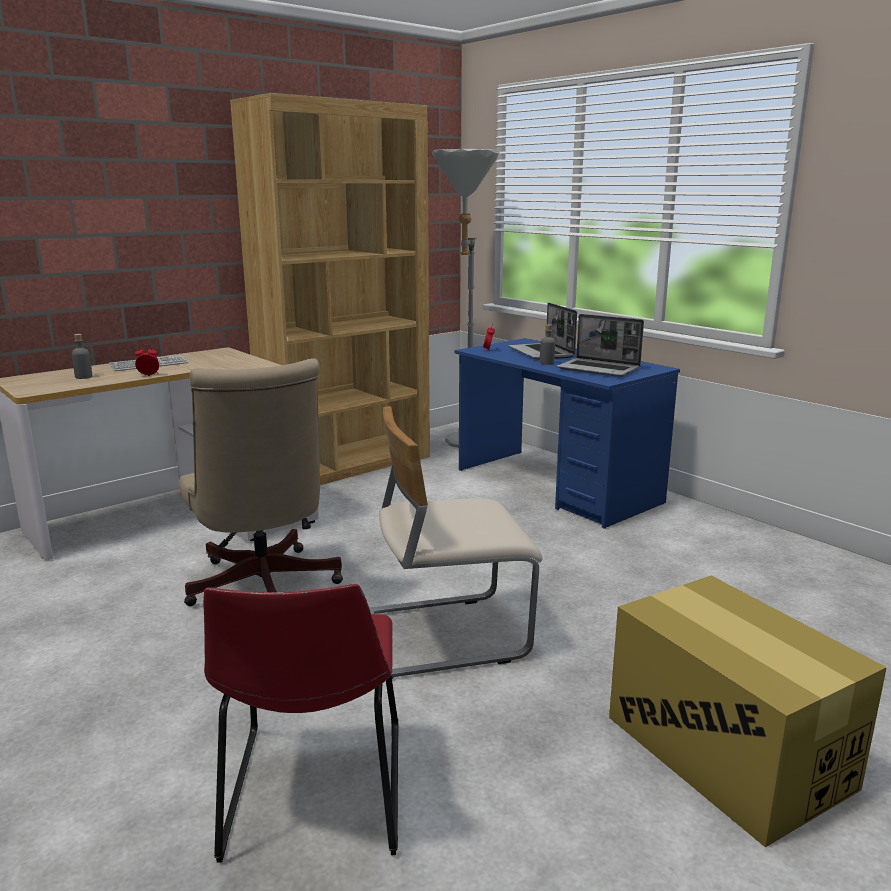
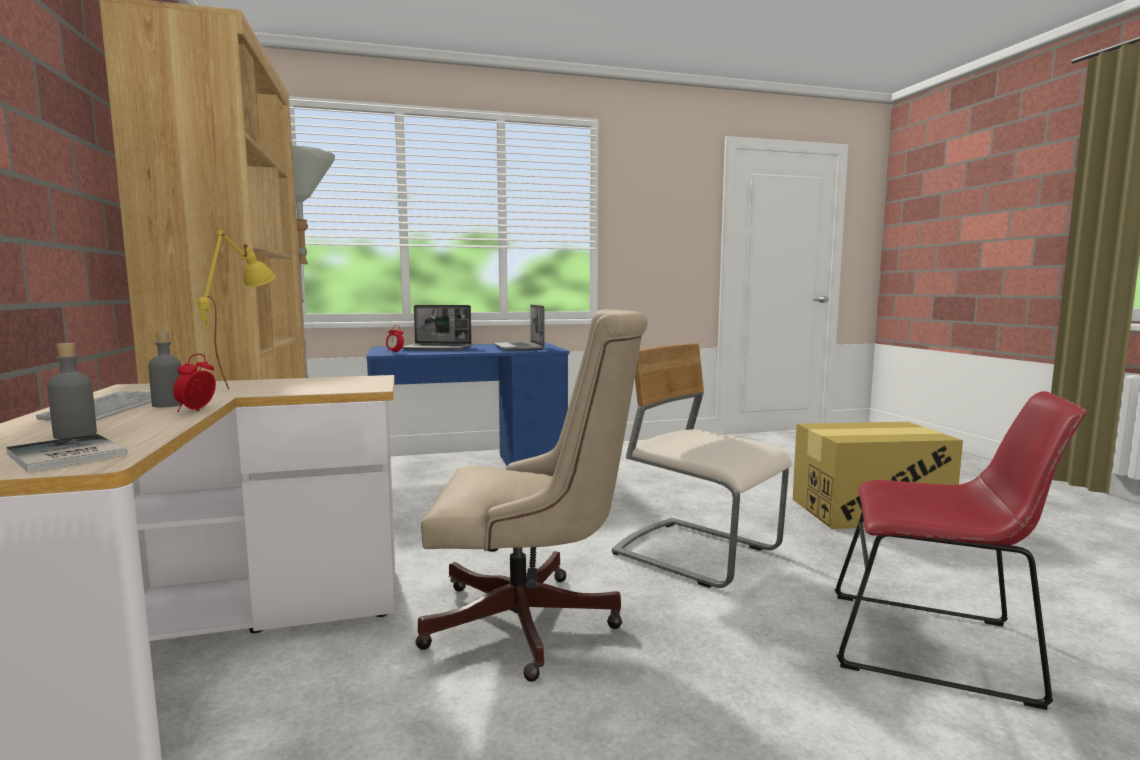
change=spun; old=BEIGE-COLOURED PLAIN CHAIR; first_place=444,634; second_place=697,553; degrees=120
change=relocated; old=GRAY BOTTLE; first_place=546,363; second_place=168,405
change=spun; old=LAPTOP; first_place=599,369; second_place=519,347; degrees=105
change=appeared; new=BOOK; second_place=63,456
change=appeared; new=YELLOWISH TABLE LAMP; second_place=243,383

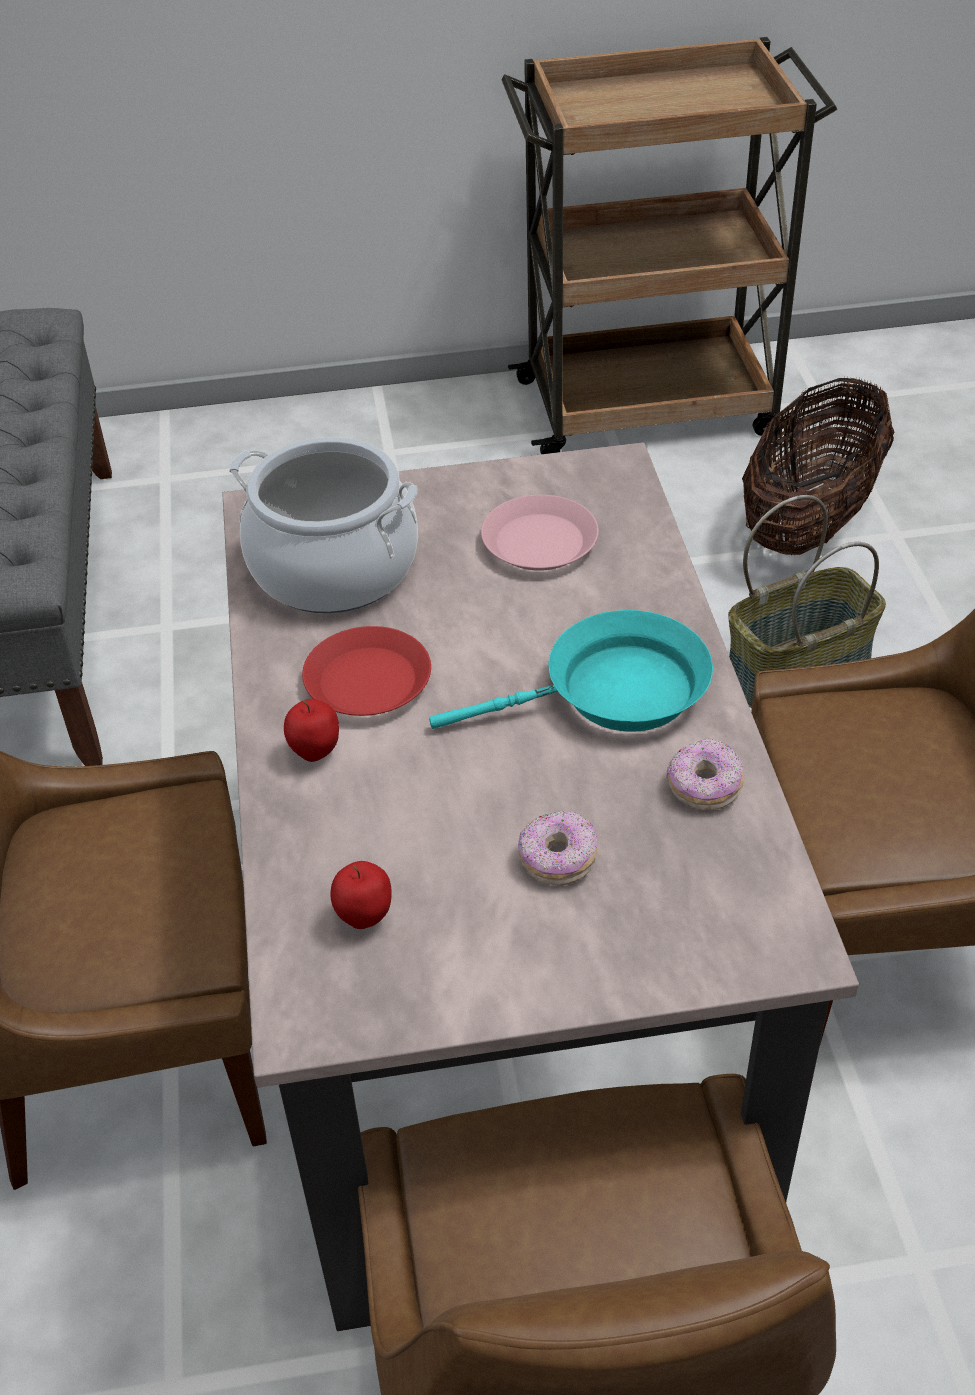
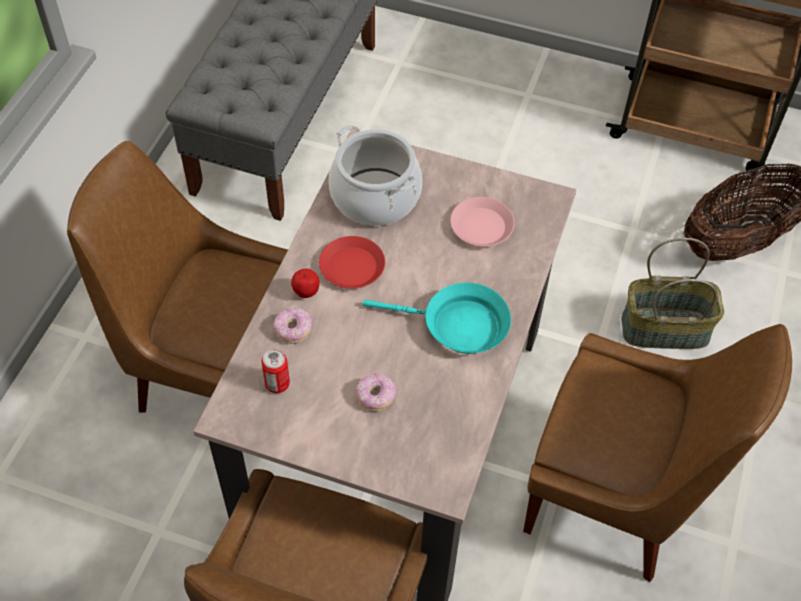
change=exchanged; old=WHOLE APPLE; new=METAL CAN; first_place=364,919; second_place=277,384
change=relocated; old=DOUGHNUT; first_place=704,787; second_place=293,330

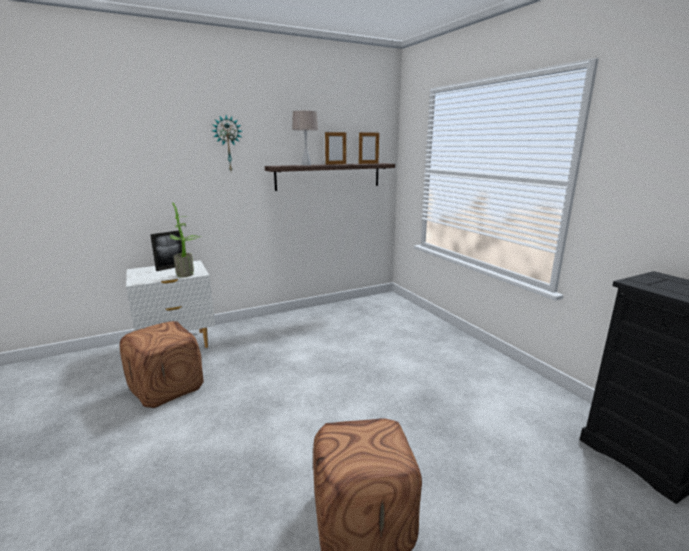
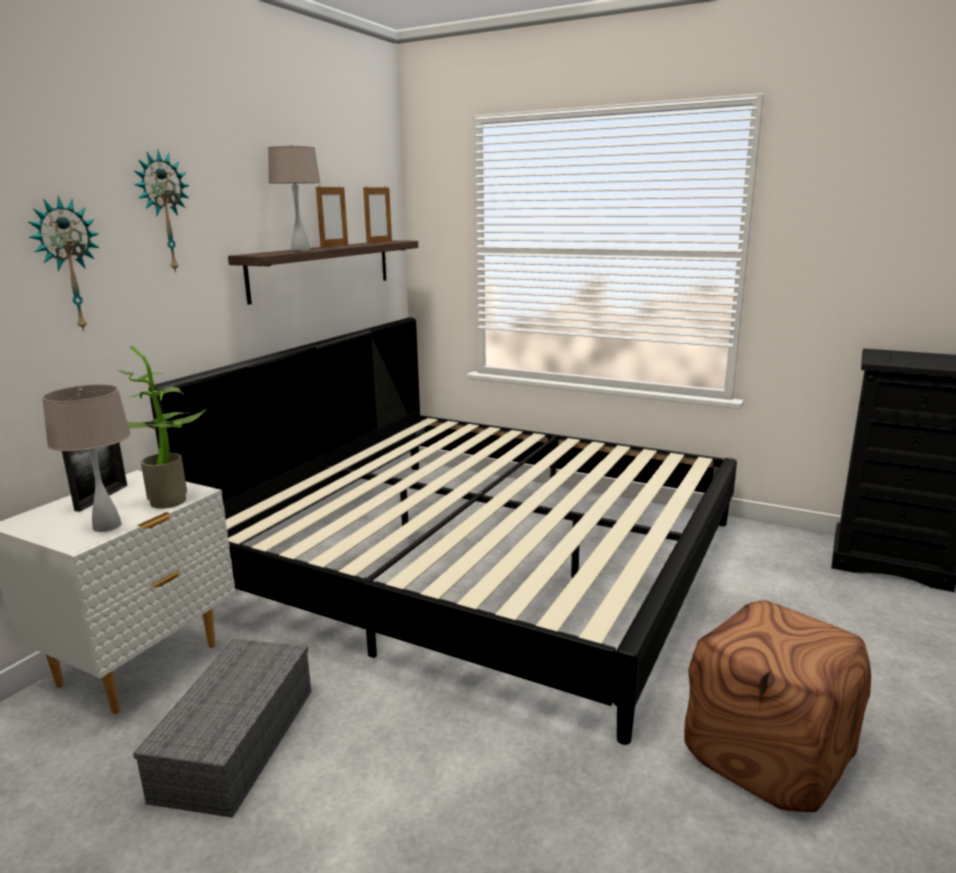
change=exchanged; old=BROWN POUFFE; new=GRAY STORAGE CONTAINER; first_place=166,388; second_place=237,744
change=appeared; new=HANGING CLOCK; second_place=67,265
change=appeared; new=BEIGE-COLOURED TABLE LAMP; second_place=106,526
change=appeared; new=SLEEPING BED; second_place=482,557

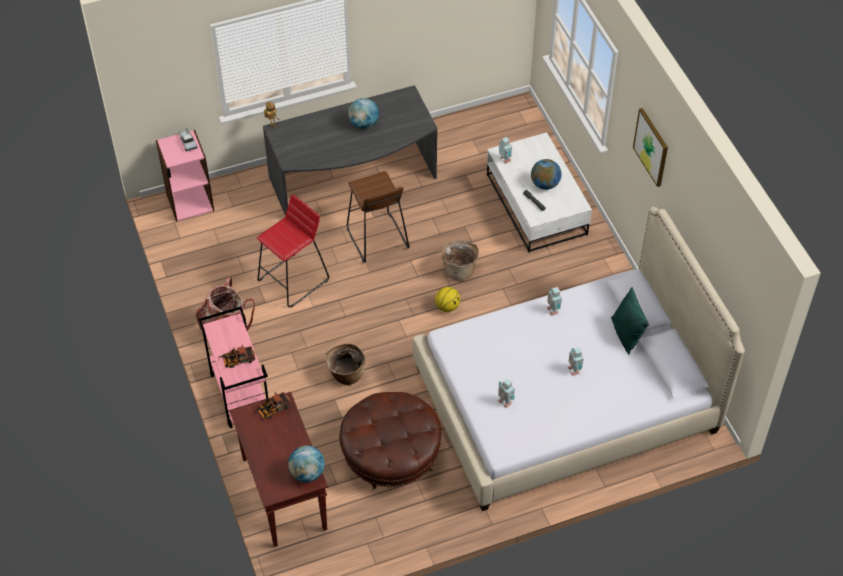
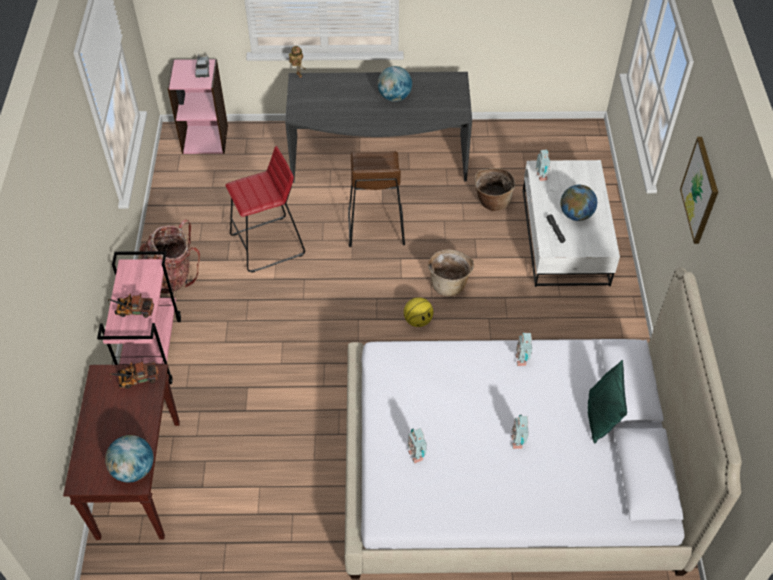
change=relocated; old=STORAGE BASKET; first_place=345,374; second_place=492,201
change=missing; old=BROWN POUFFE; first_place=391,455

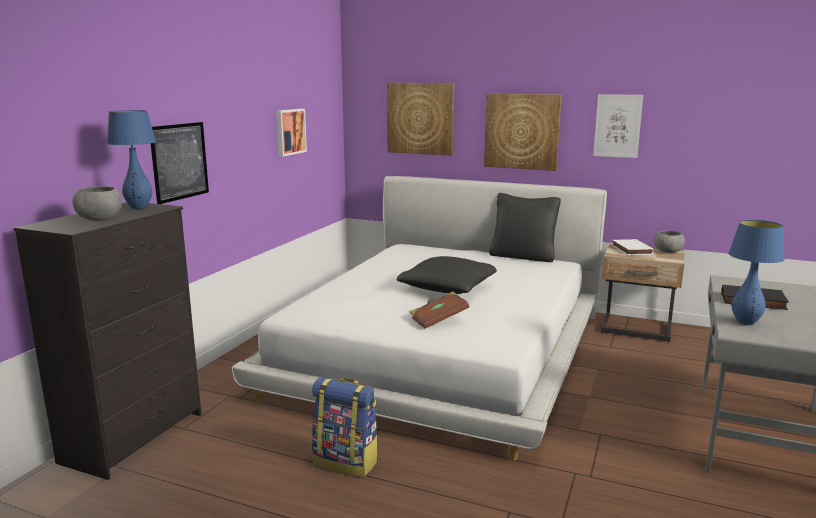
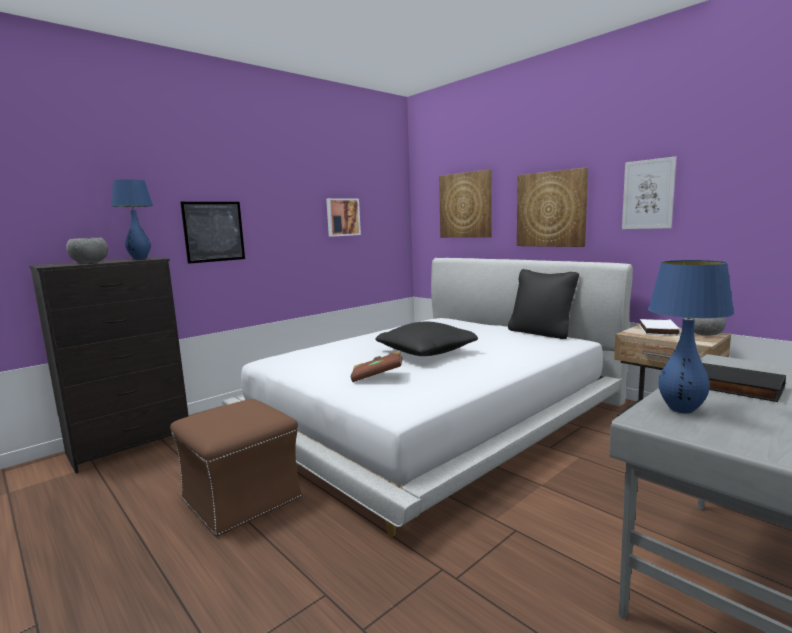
change=exchanged; old=RUCKSACK; new=BROWN POUFFE; first_place=346,462; second_place=242,499

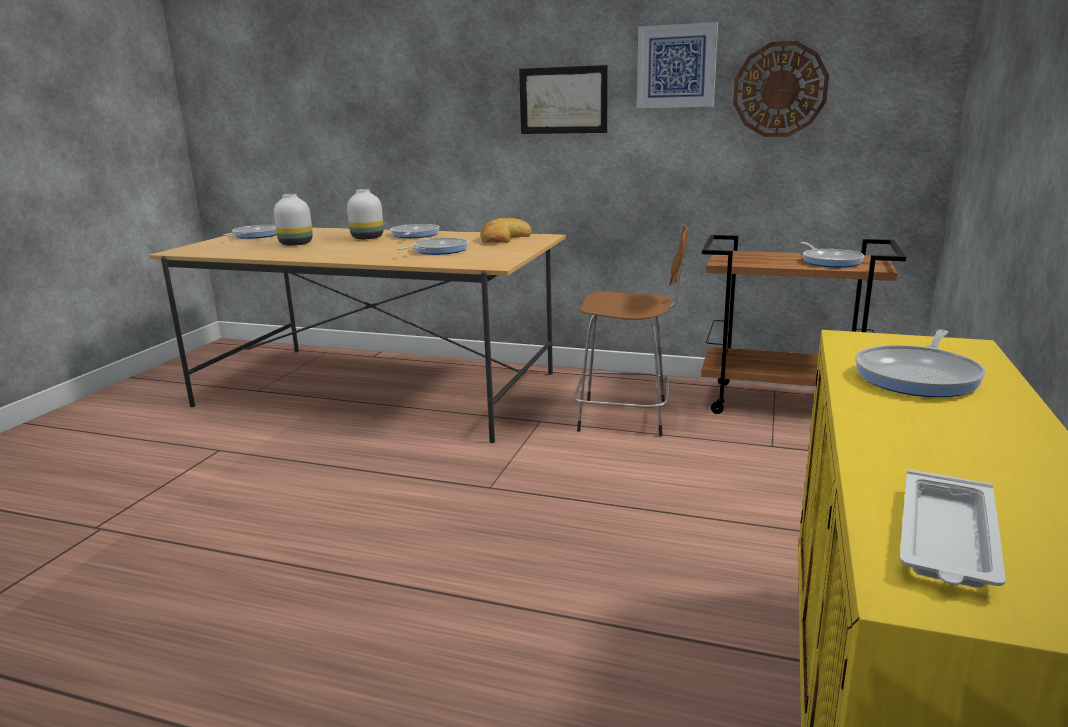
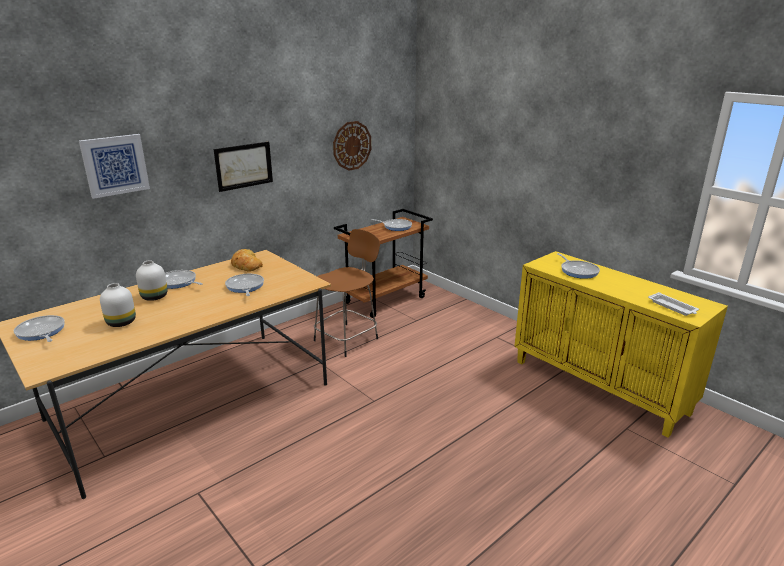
change=relocated; old=PICTURE; first_place=676,66; second_place=115,165

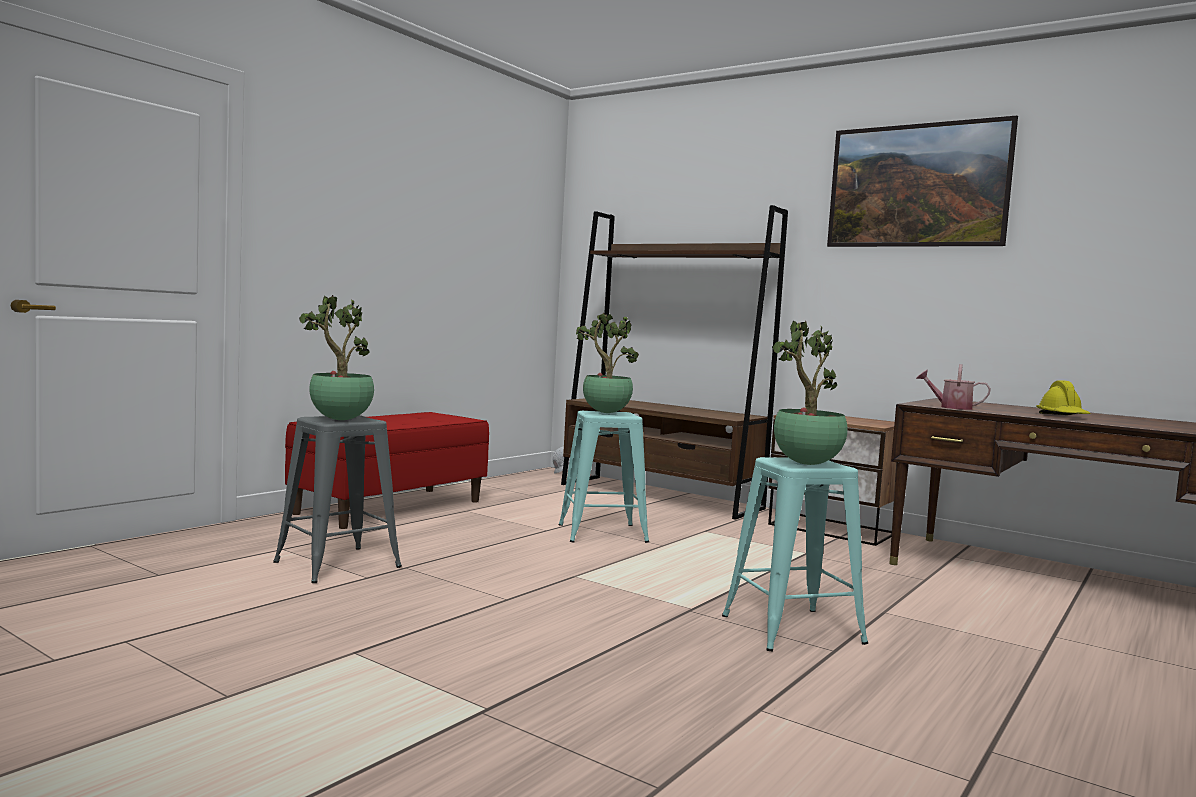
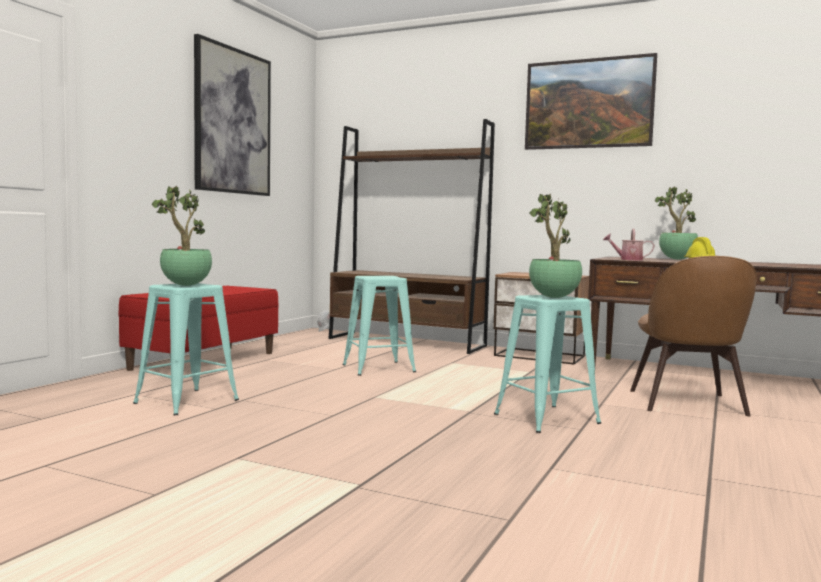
change=colour; old=GRAY STOOL; new=TURQUOISE-COLOURED STOOL; first_place=337,565; second_place=186,402
change=relocated; old=PLANT IN A POT; first_place=605,412; second_place=676,259
change=appeared; new=PICTURE; second_place=232,121
change=appeared; new=BROWN PLAIN CHAIR; second_place=687,404

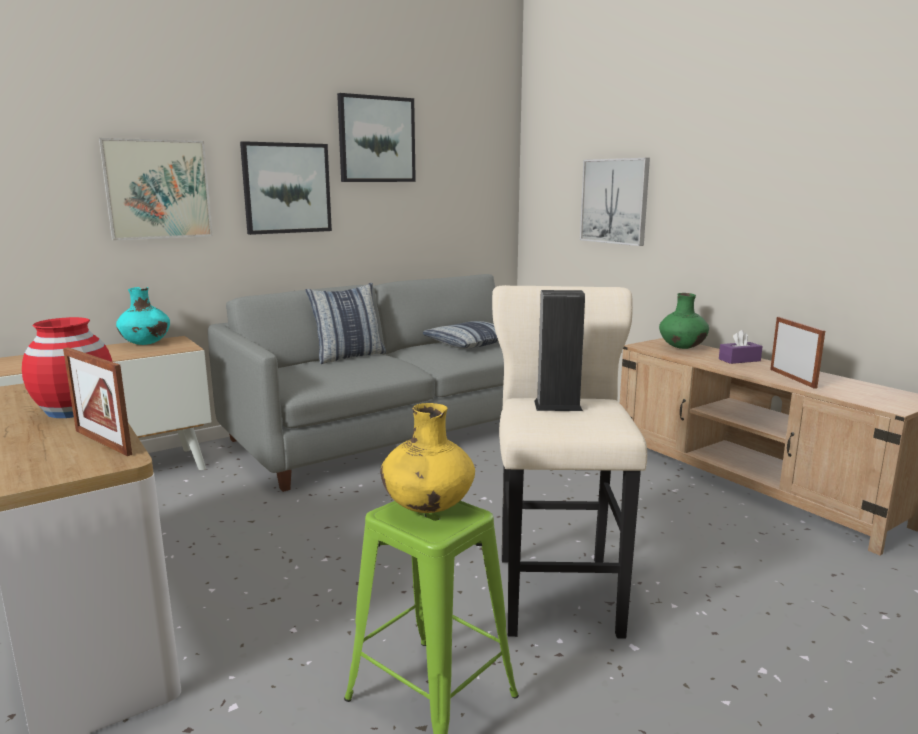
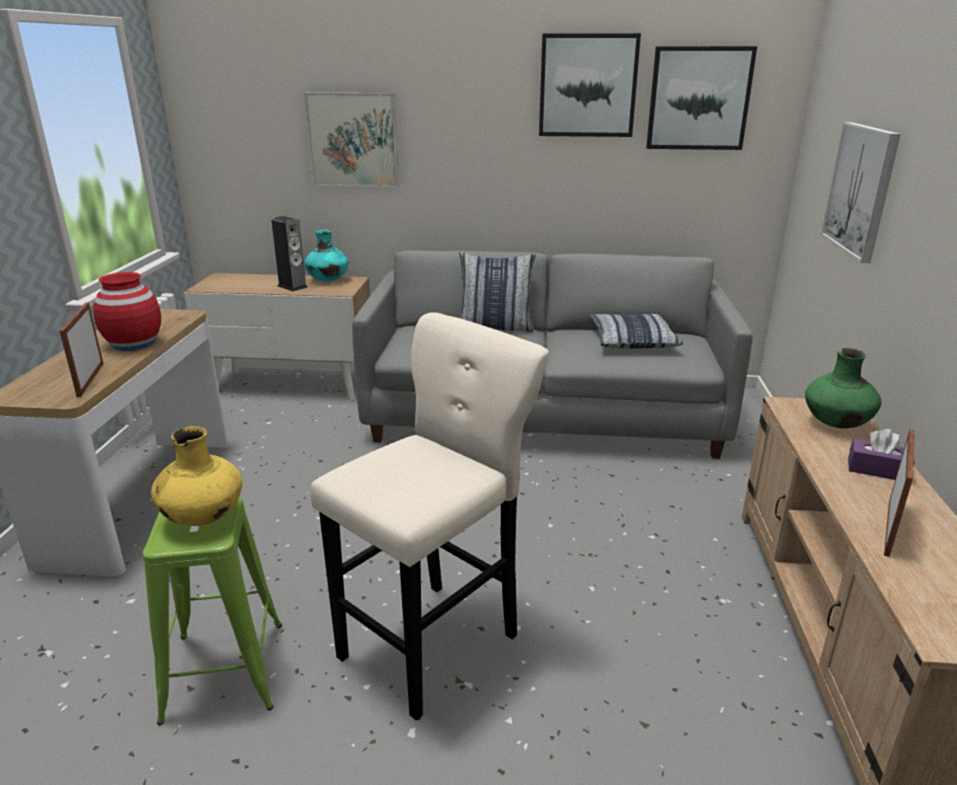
change=relocated; old=PICTURE; first_place=286,188; second_place=699,98
change=relocated; old=LOUDSPEAKER; first_place=558,405; second_place=292,286

